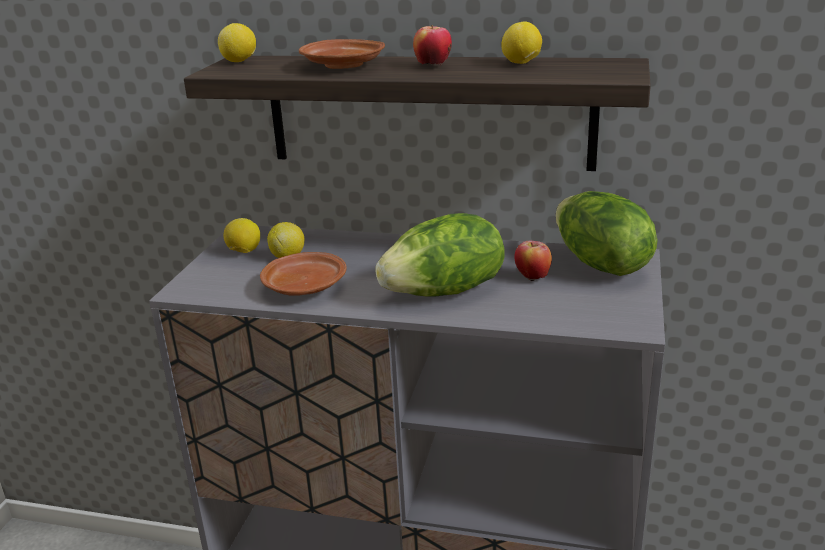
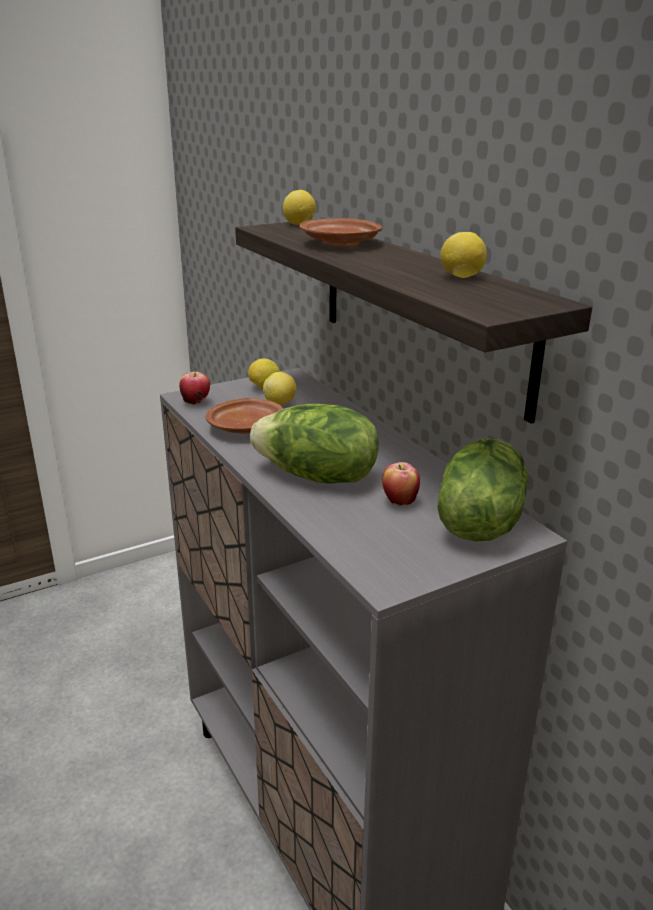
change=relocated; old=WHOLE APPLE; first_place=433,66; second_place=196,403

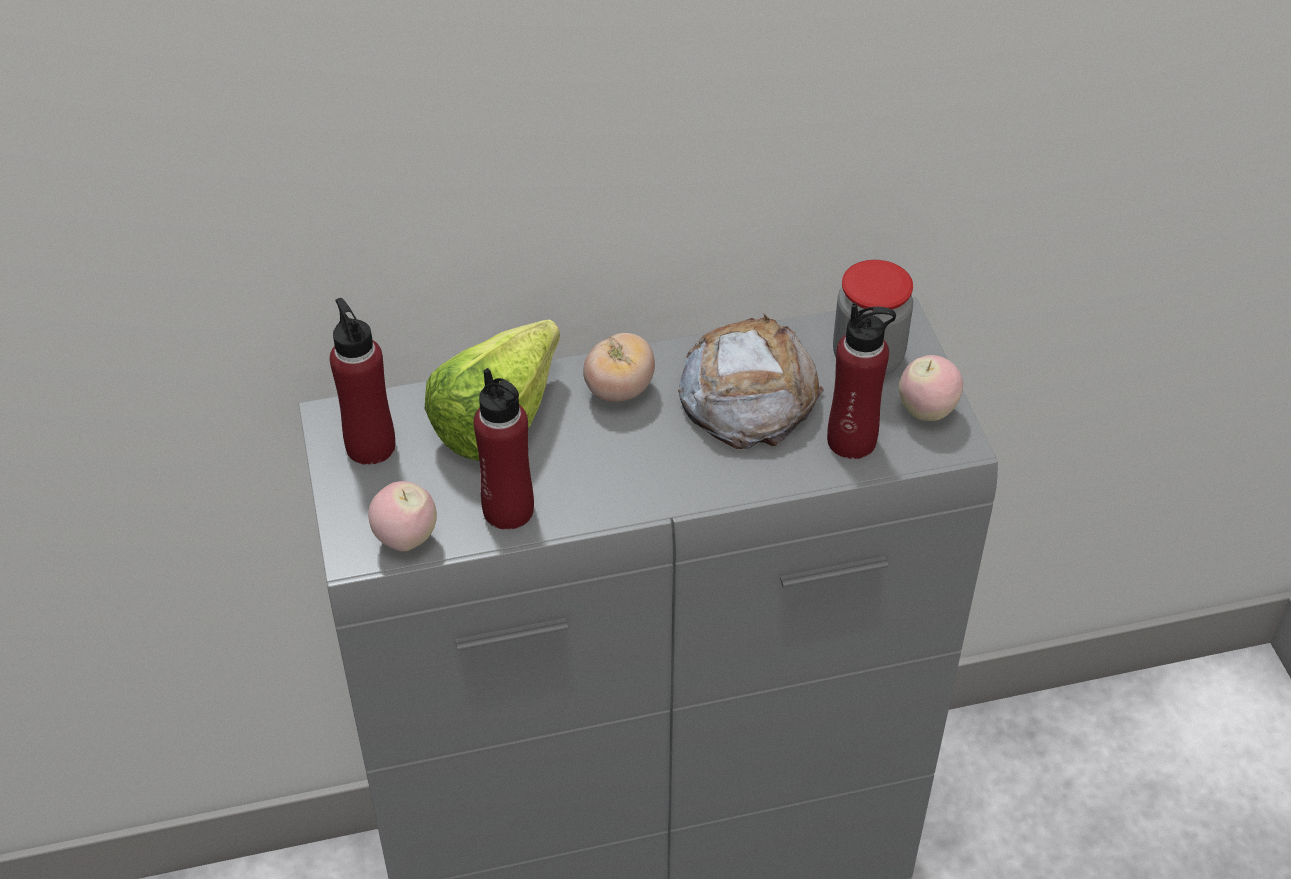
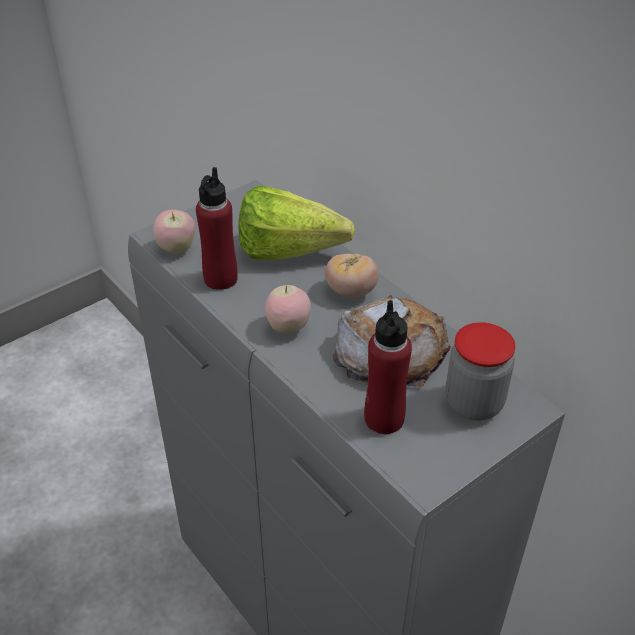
change=missing; old=RED BOTTLE; first_place=370,446
change=relocated; old=WHOLE APPLE; first_place=927,411; second_place=288,327

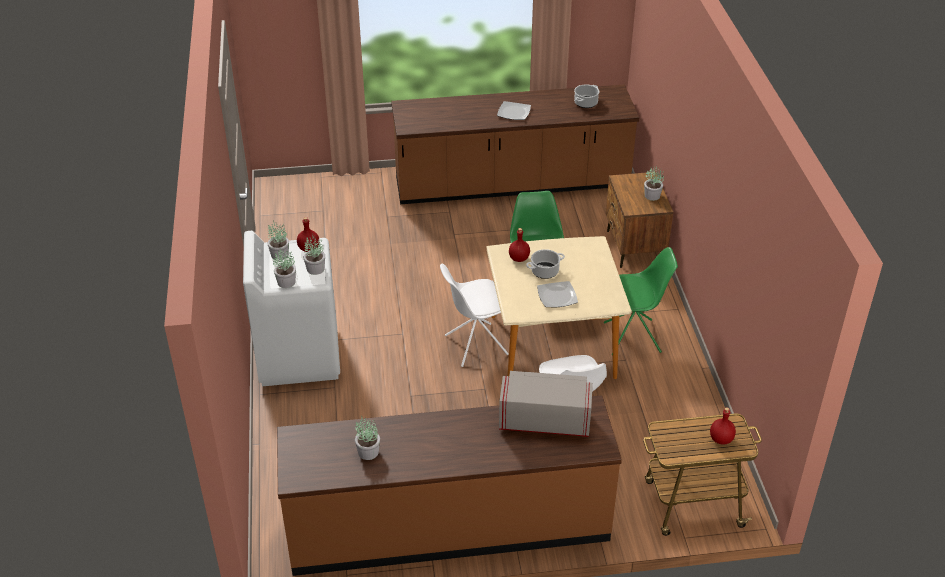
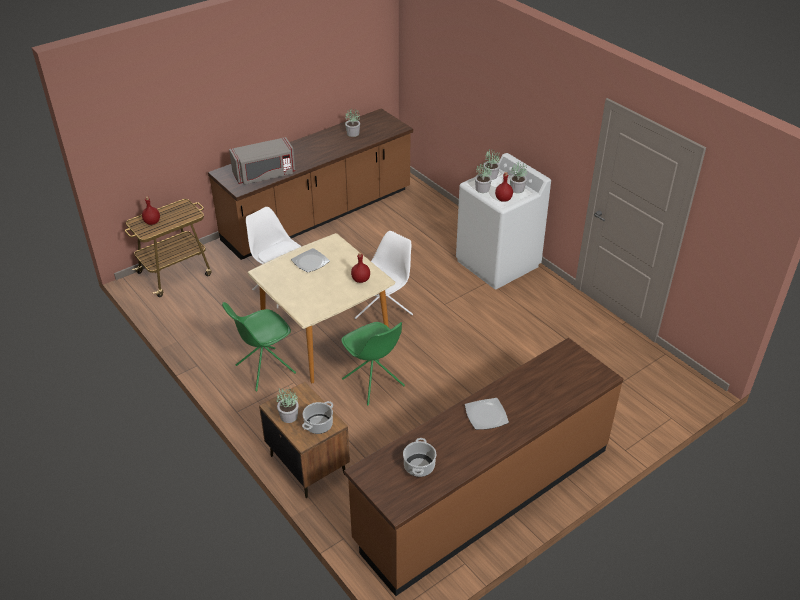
change=relocated; old=SAUCEPOT; first_place=544,272; second_place=318,424

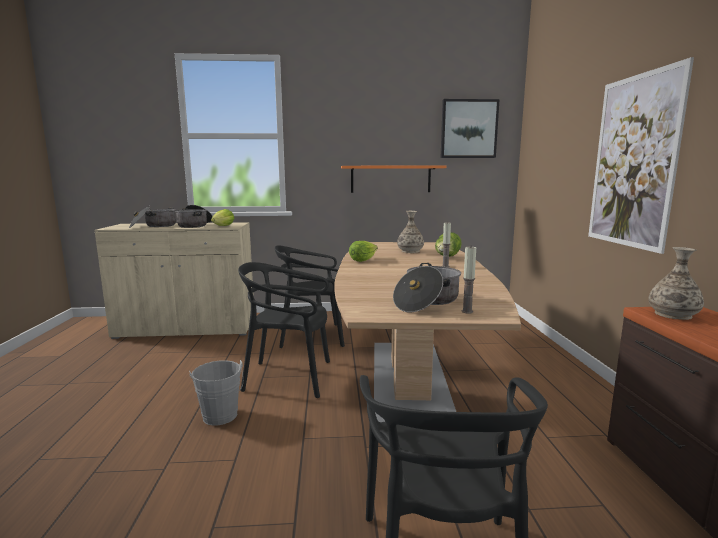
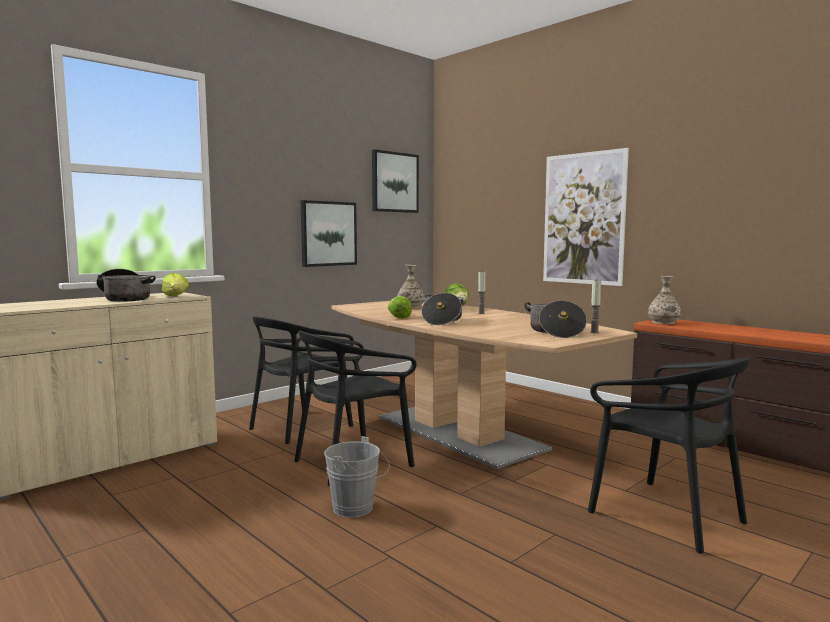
change=relocated; old=SAUCEPOT; first_place=154,226; second_place=442,320
change=exchanged; old=ORANGE BRACKET SHELF; new=PICTURE; first_place=390,179; second_place=328,233

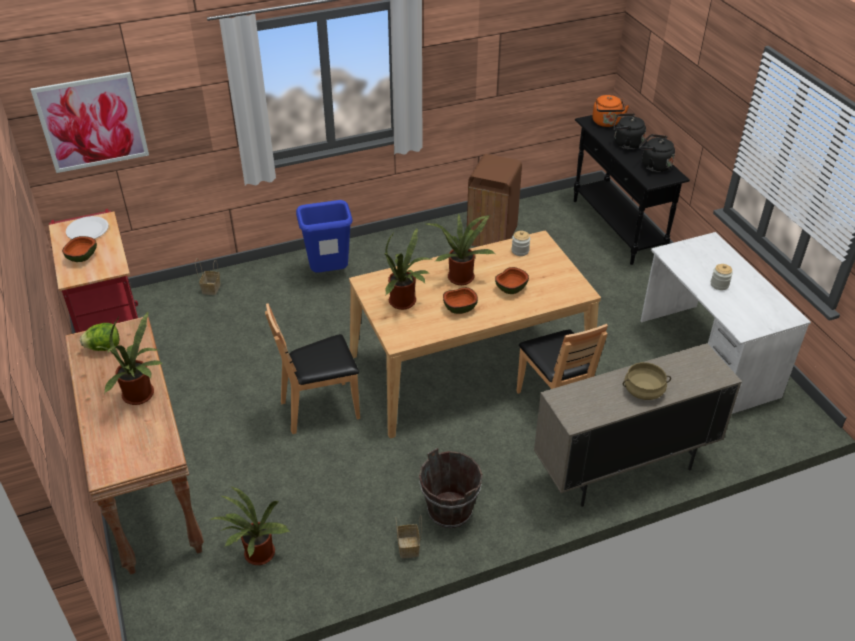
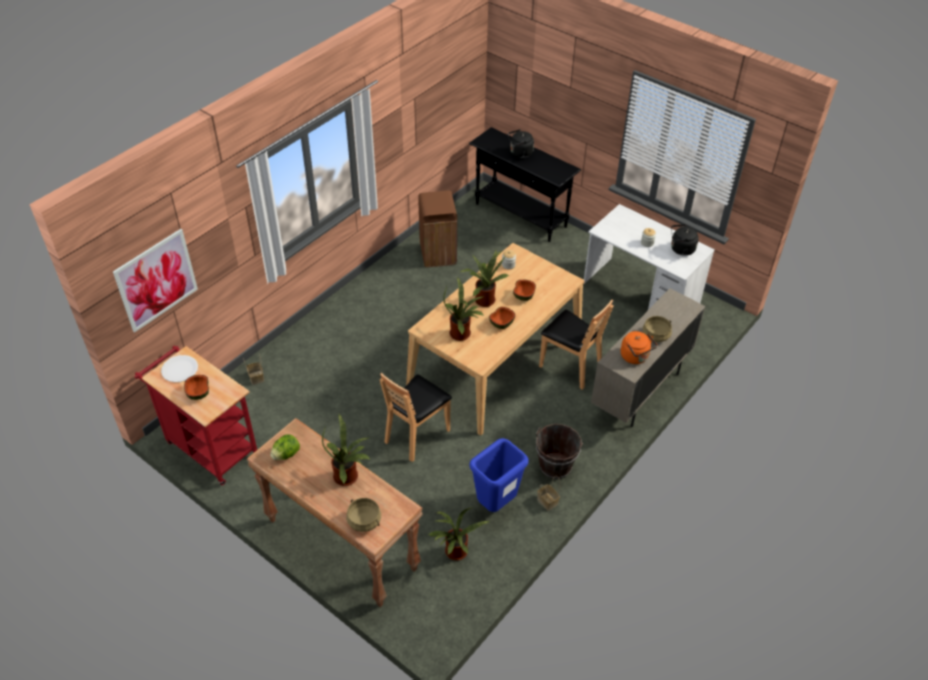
change=relocated; old=BLUE TRASH CAN; first_place=329,274; second_place=496,503
change=relocated; old=ORANGE KETTLE; first_place=606,123; second_place=635,357
change=relocated; old=BLACK-COLOURED KETTLE; first_place=653,165; second_place=681,249
change=appeared; new=BEIGE-COLOURED SAUCEPOT; second_place=364,521

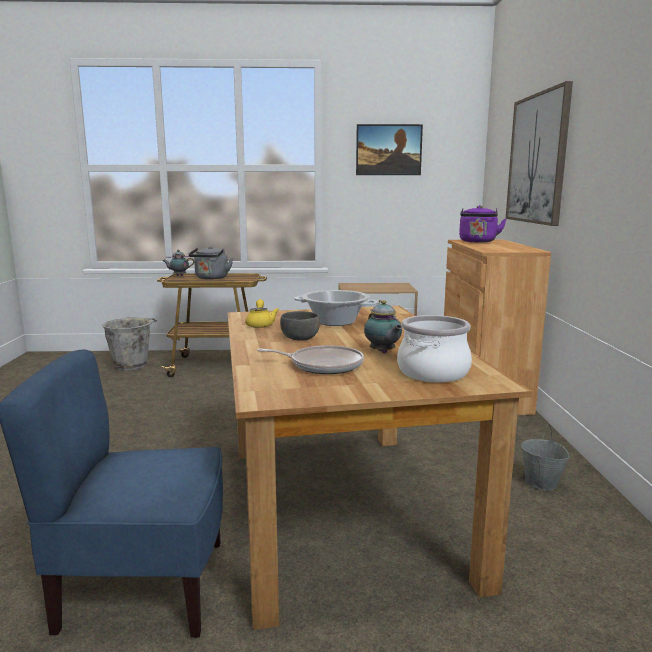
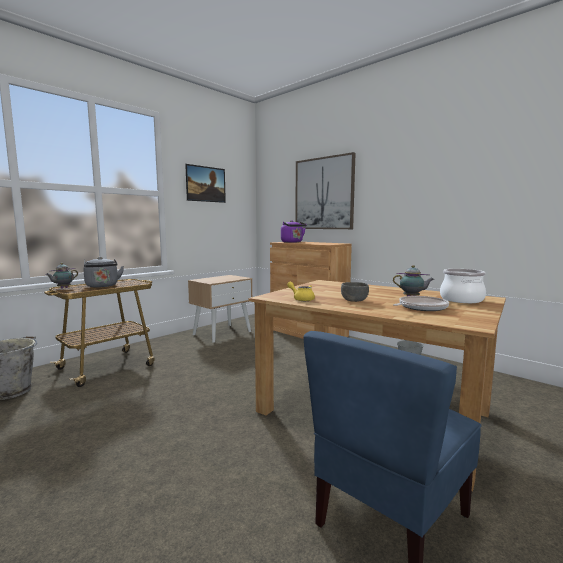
change=missing; old=SAUCEPOT; first_place=335,322

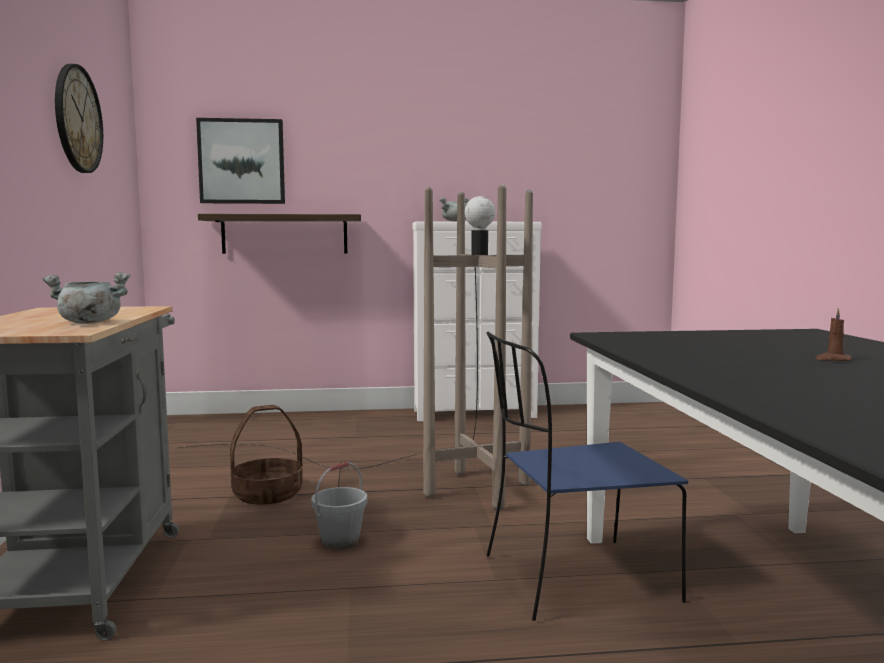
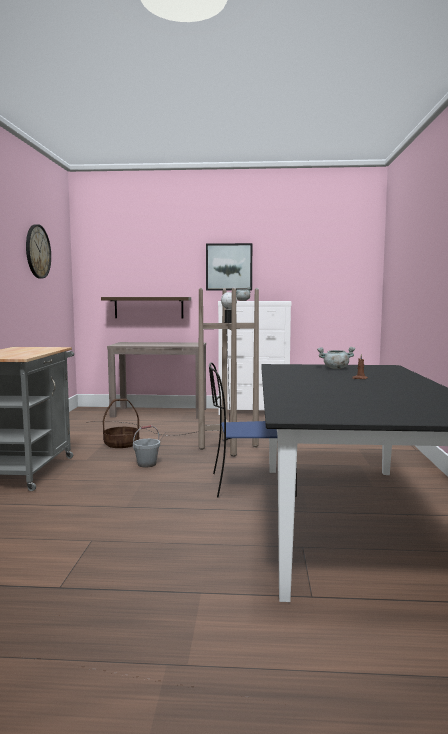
change=relocated; old=GRAY SAUCEPOT; first_place=88,323; second_place=335,368
change=relocated; old=PICTURE; first_place=242,161; second_place=229,267
change=appeared; new=BROWN HALL TABLE; second_place=160,413

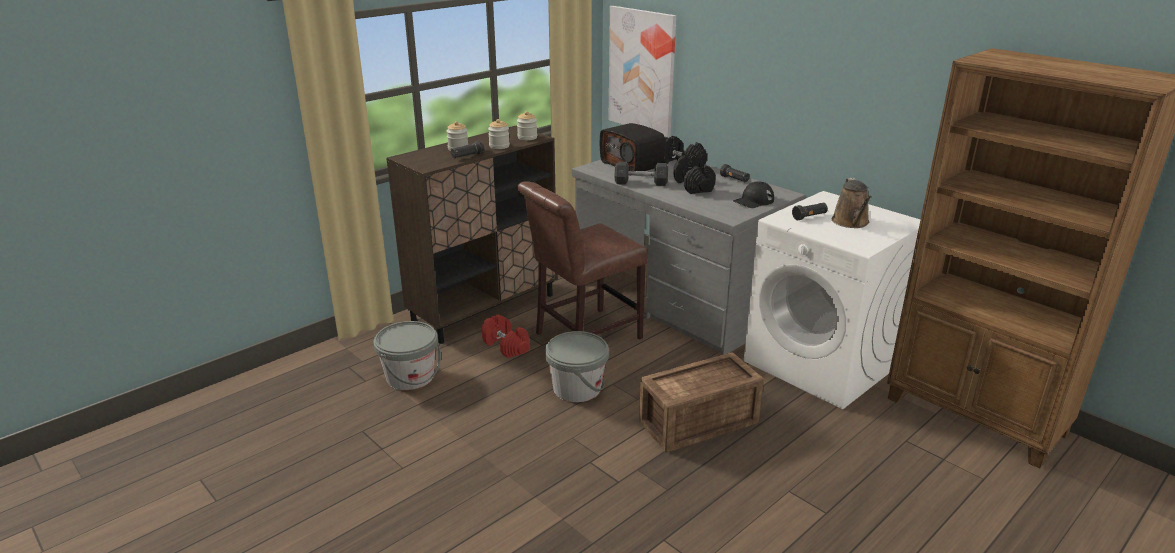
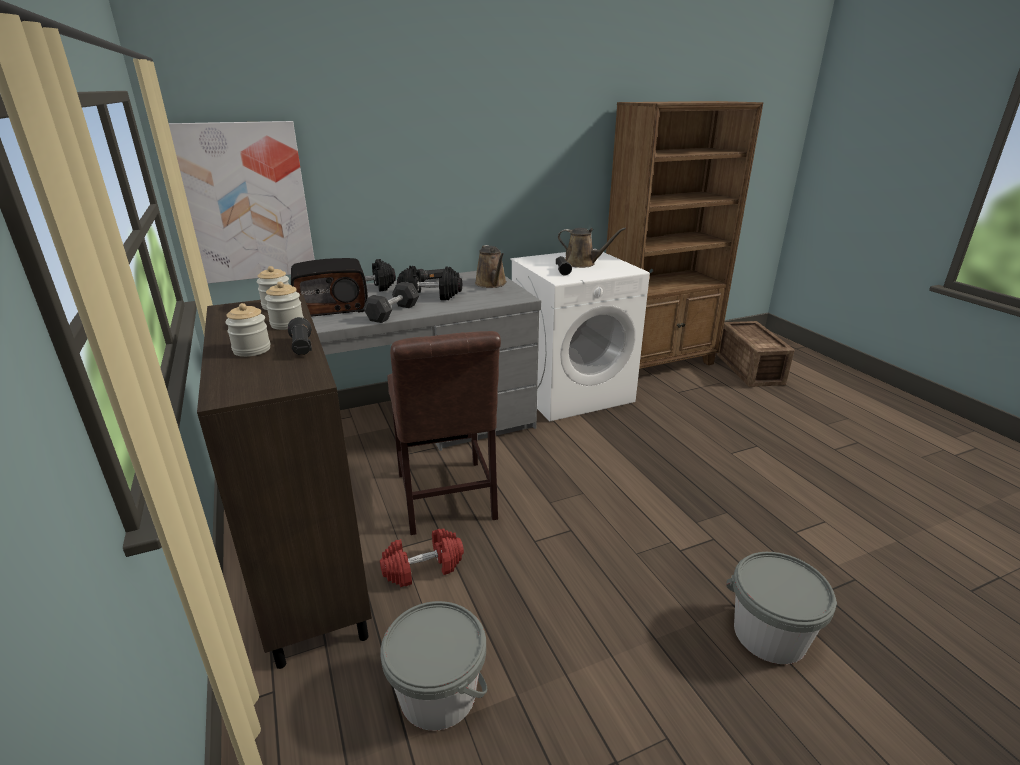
change=relocated; old=GRAY WATER BUCKET; first_place=577,388; second_place=769,634
change=relocated; old=CRATE; first_place=701,423; second_place=750,369
change=exchanged; old=BLACK-COLOURED BASEBALL CAP; new=BROWN WATERING CAN; first_place=753,201; second_place=492,284

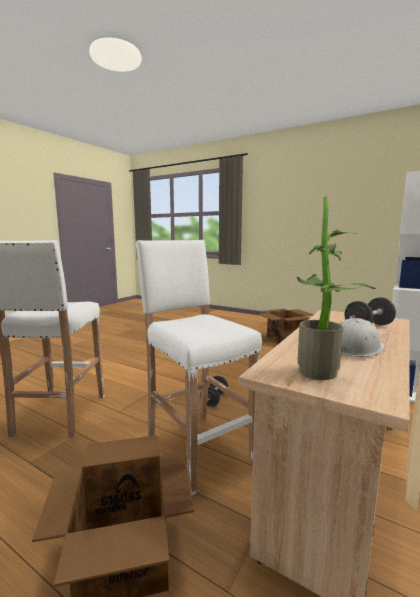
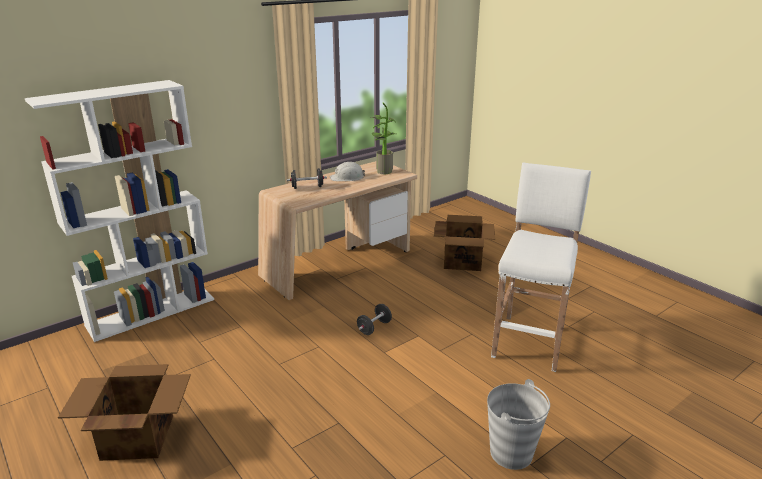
change=missing; old=WHITE STOOL; first_place=197,448
change=appeared; new=GRAY WATER BUCKET; second_place=511,453

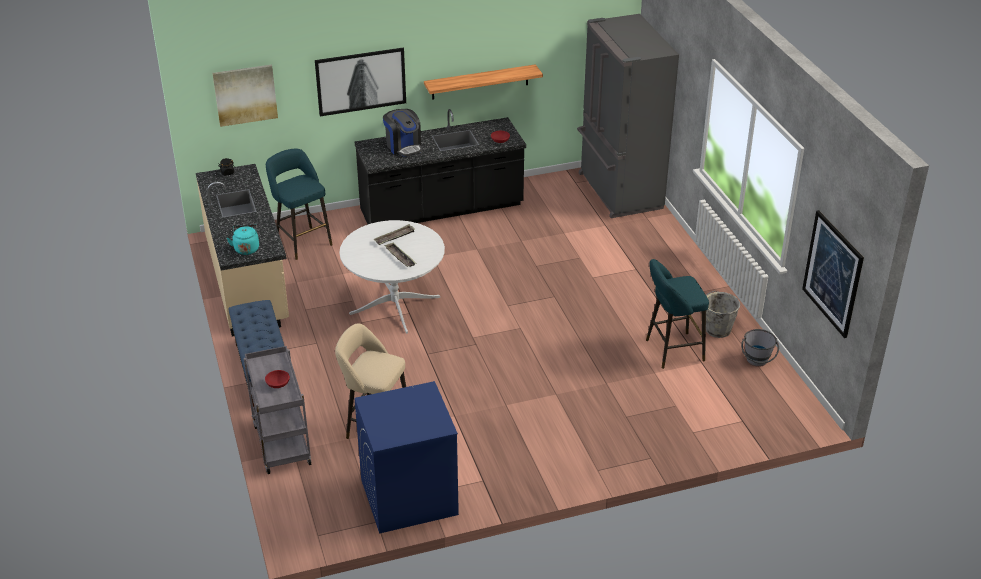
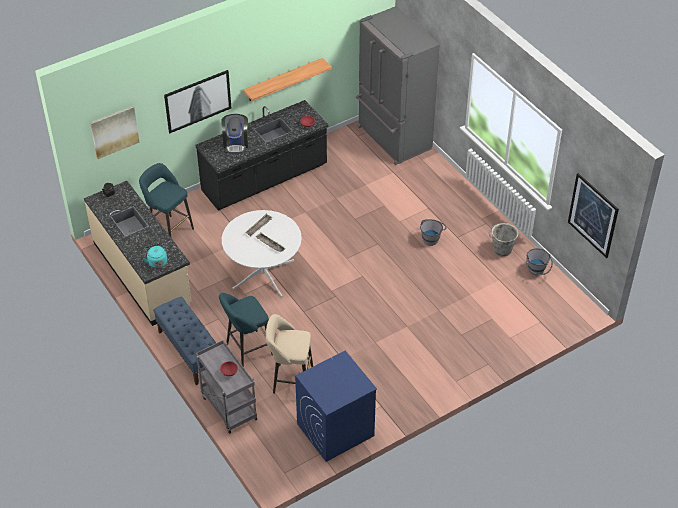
change=spun; old=COFFEE MAKER; first_place=403,146; second_place=236,143; degrees=45
change=relocated; old=TURQUOISE-COLOURED STOOL; first_place=671,351; second_place=247,350
change=appeared; new=GRAY WATER BUCKET; second_place=431,238

